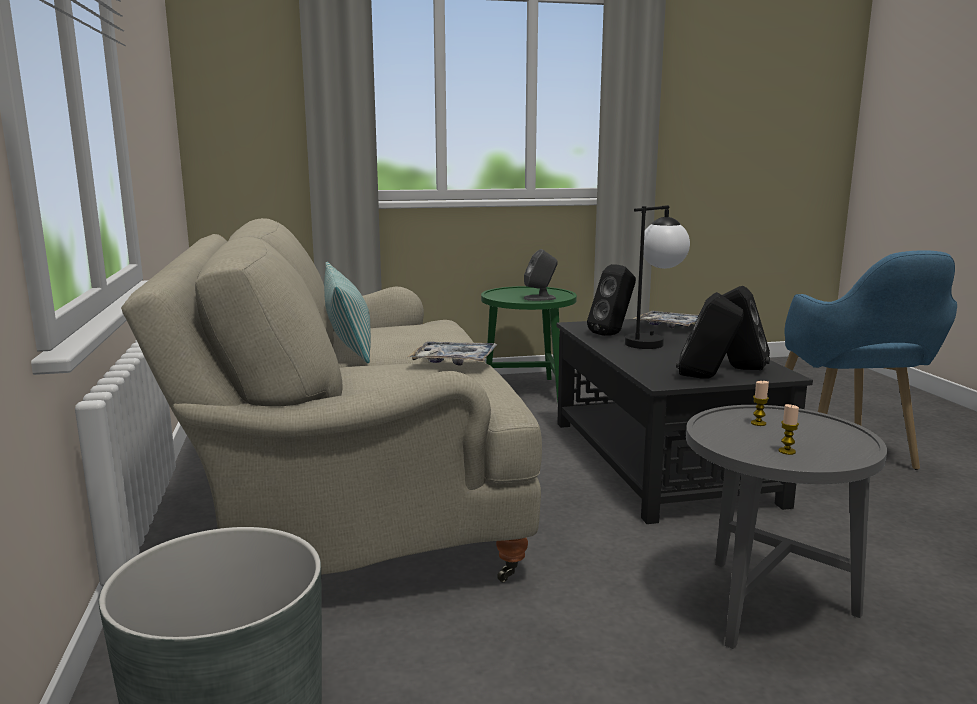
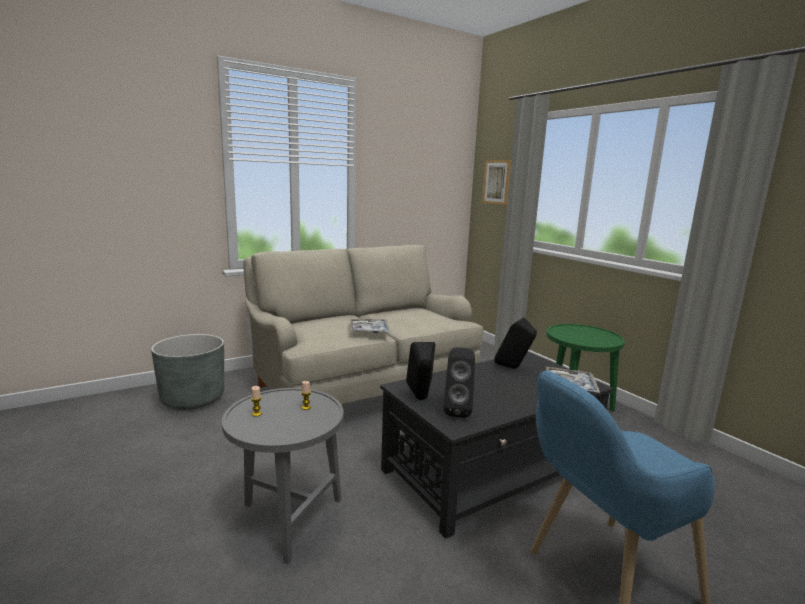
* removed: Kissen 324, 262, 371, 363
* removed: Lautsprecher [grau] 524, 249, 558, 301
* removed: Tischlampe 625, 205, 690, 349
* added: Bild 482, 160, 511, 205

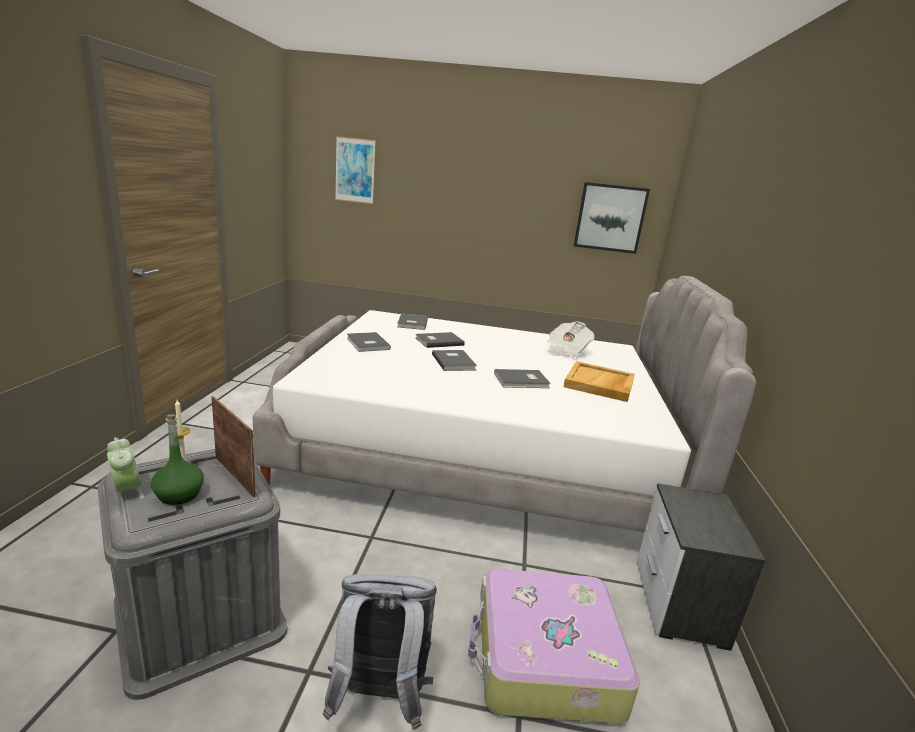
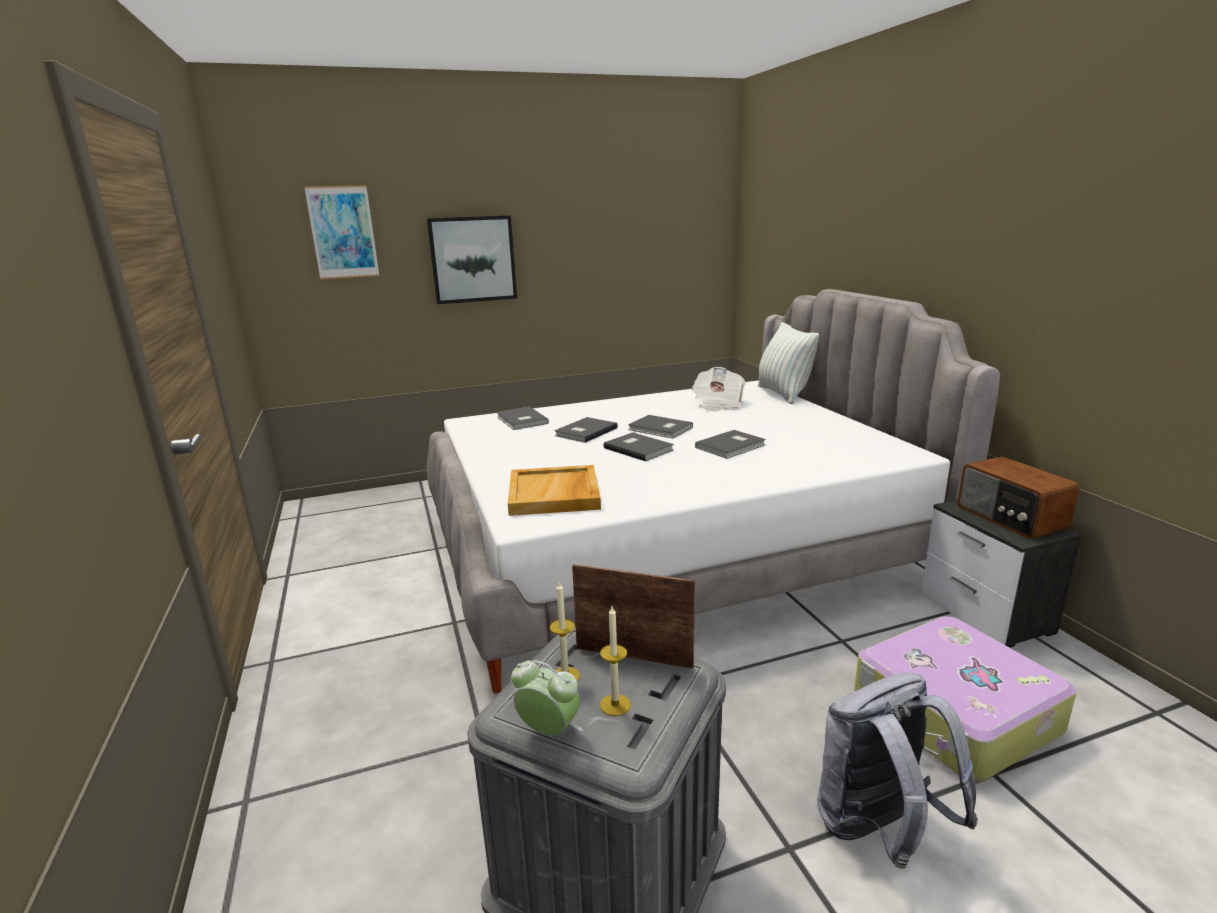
* replaced: Flasche [grün] 151, 414, 204, 505 to Kerze 600, 606, 631, 716
* moved: Buch [grau] 347, 332, 391, 352 to 628, 415, 693, 438
* moved: Tablett [beige] 564, 361, 635, 402 to 508, 465, 601, 516
* moved: Bild 574, 182, 650, 254 to 427, 215, 517, 304
* added: Kissen 758, 322, 819, 404
* added: Radio 958, 456, 1080, 539

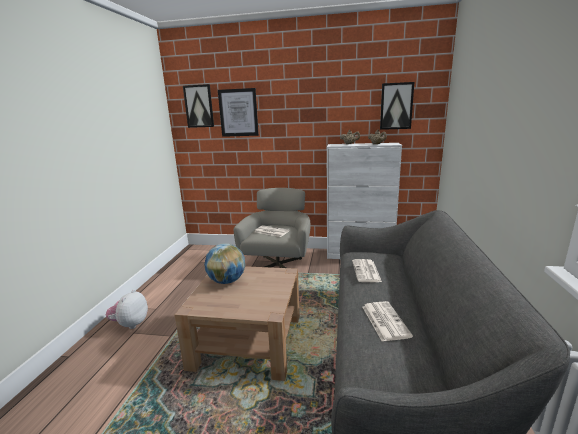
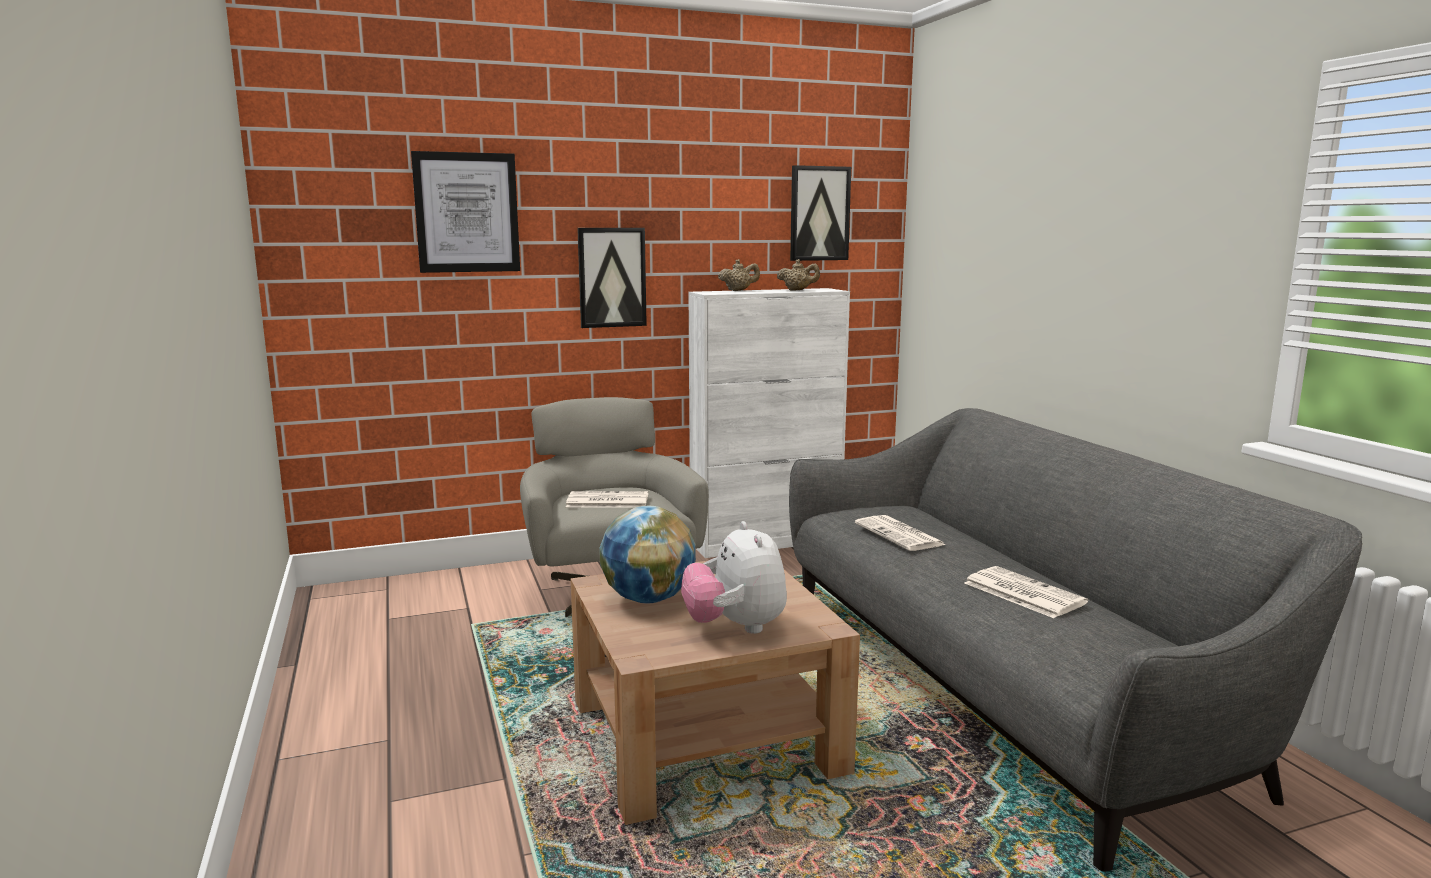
* moved: Plüschtier 106, 289, 148, 329 to 681, 521, 787, 634
* moved: Bild 183, 84, 214, 128 to 577, 228, 647, 328

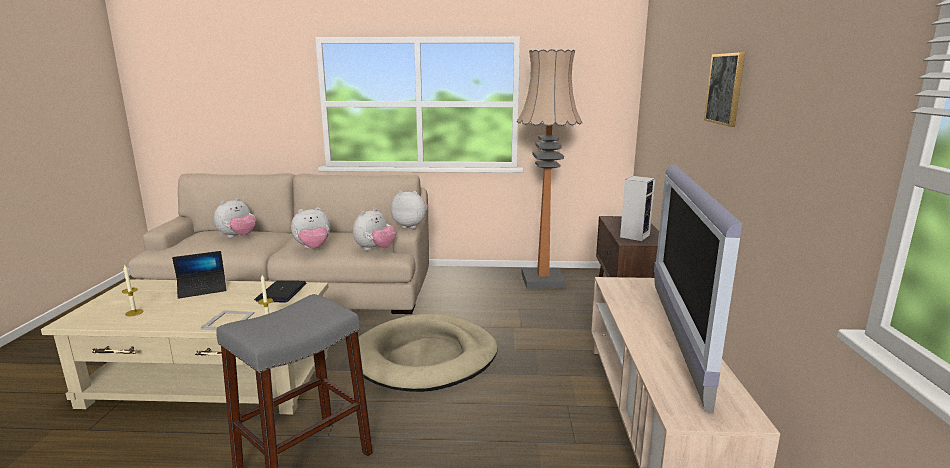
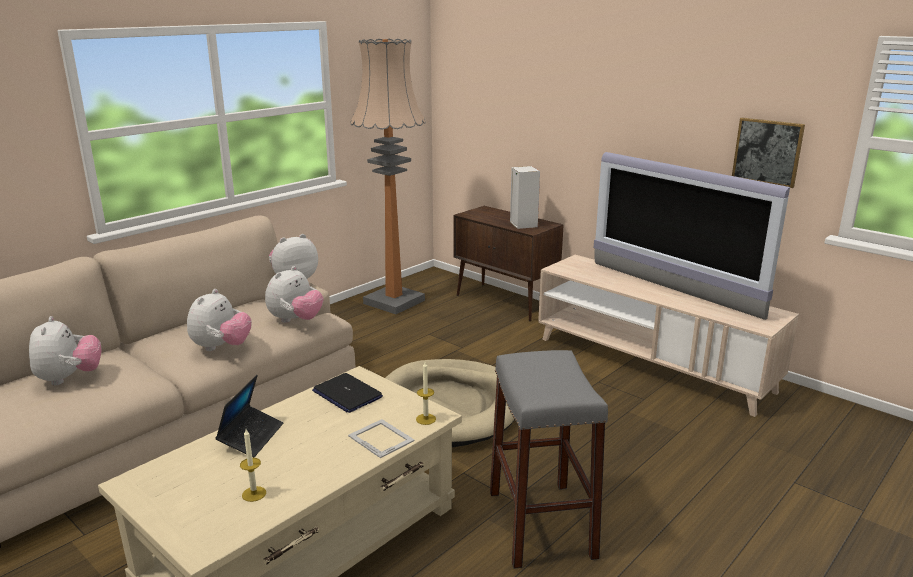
* turned: Plüschtier 353, 208, 396, 251 = 265, 266, 323, 323 45 degrees clockwise
* moved: Bild 704, 52, 745, 127 to 732, 117, 805, 188

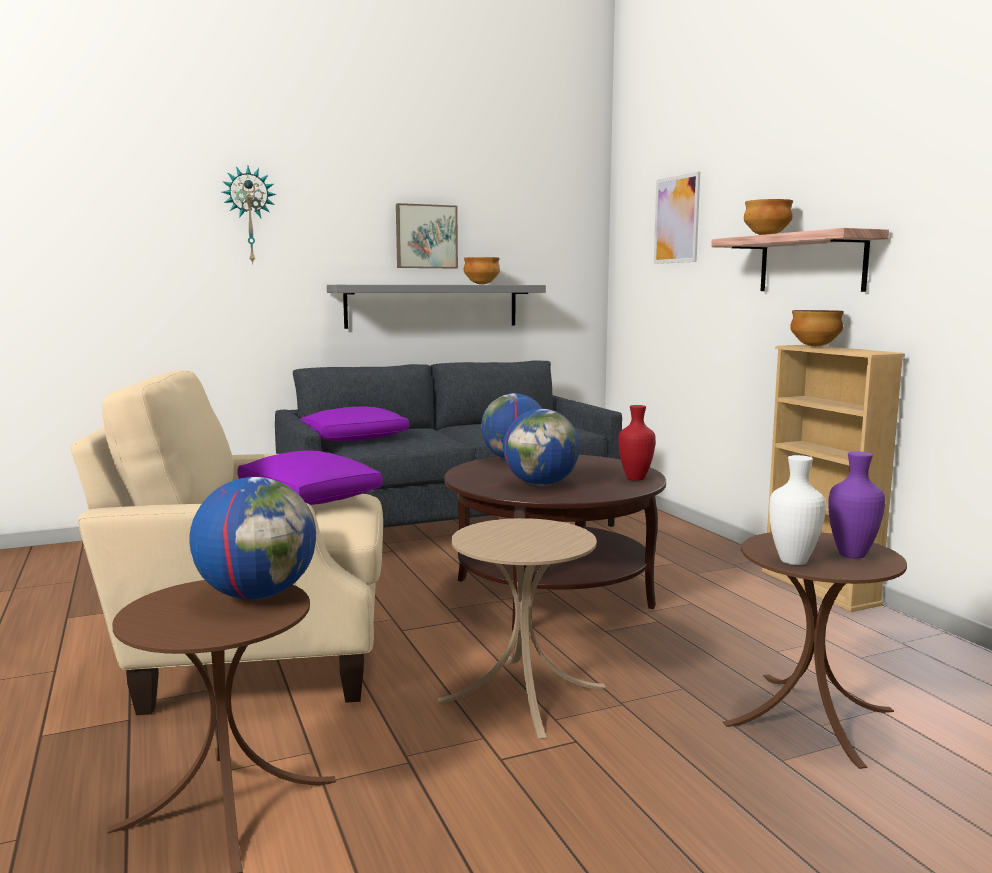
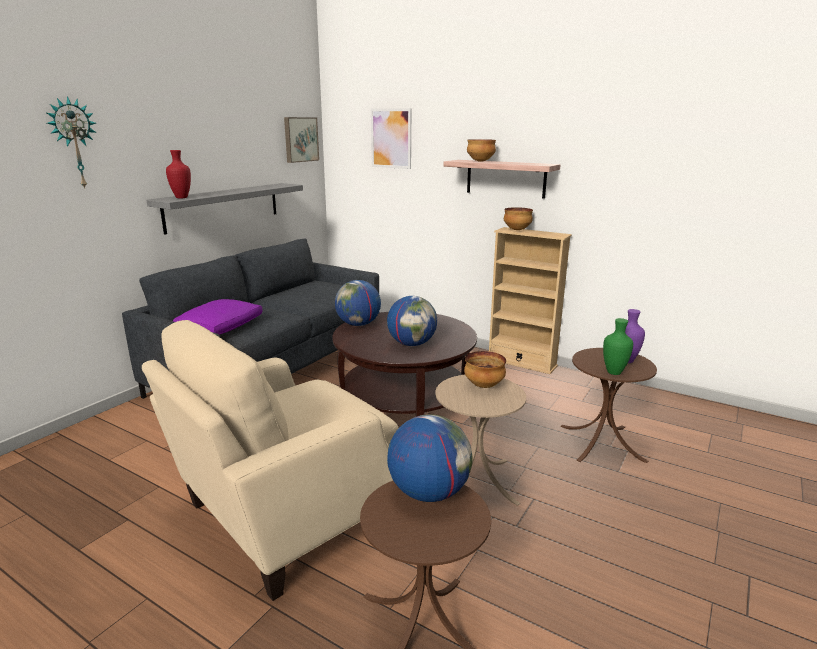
* removed: Kissen [lila] 237, 450, 382, 505
* moved: Bild 396, 203, 458, 269 to 284, 117, 319, 163
* moved: Schüssel 464, 257, 500, 285 to 464, 351, 506, 388
* moved: Vase [rot] 618, 405, 656, 481 to 166, 150, 191, 198
* recoloured: Vase [weiß] 769, 455, 826, 565 to Vase [grün] 603, 318, 633, 375

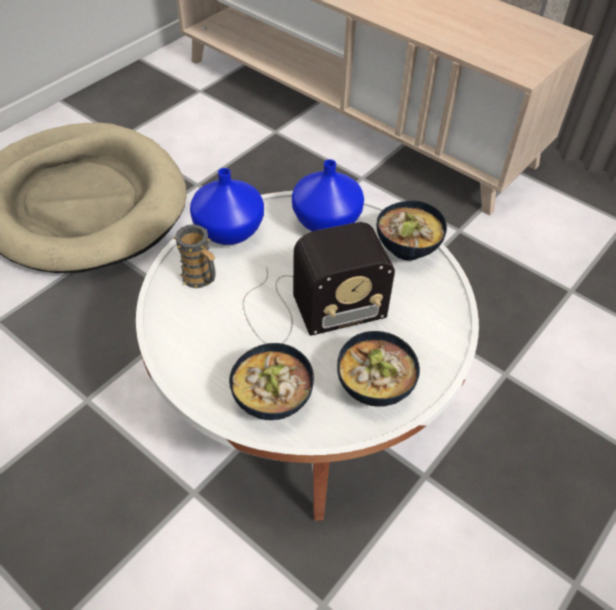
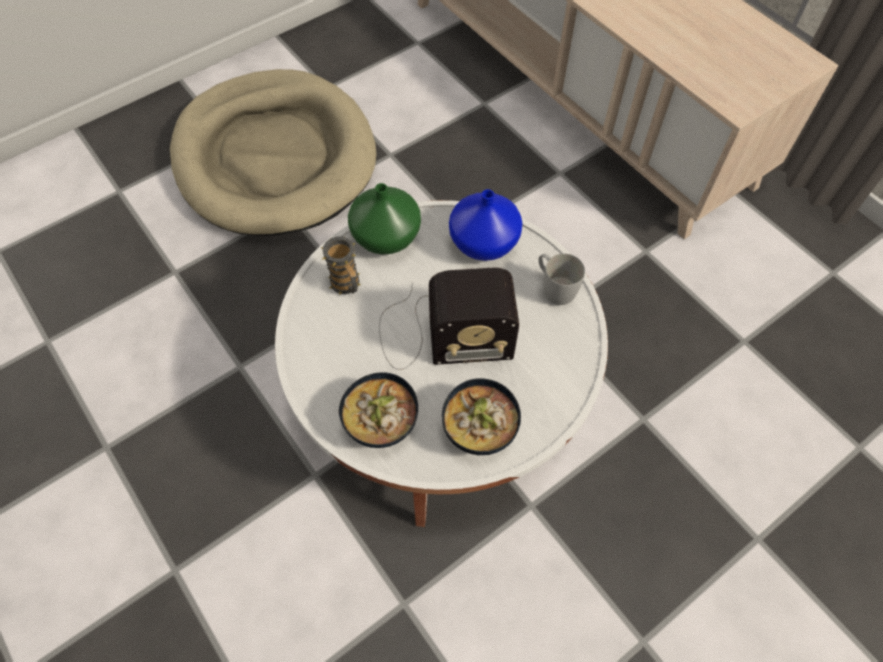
* recoloured: Vase [blau] 190, 168, 264, 245 to Vase [grün] 348, 183, 421, 254
* replaced: Schüssel 376, 201, 447, 260 to Henkelbecher [weiß] 538, 253, 585, 305

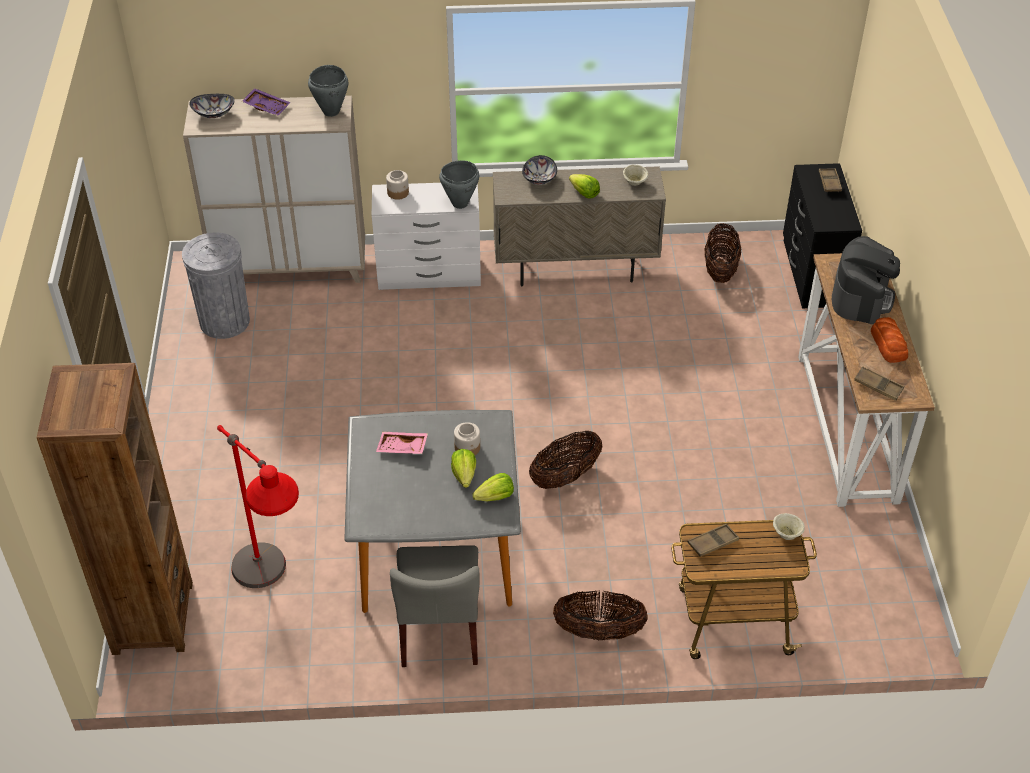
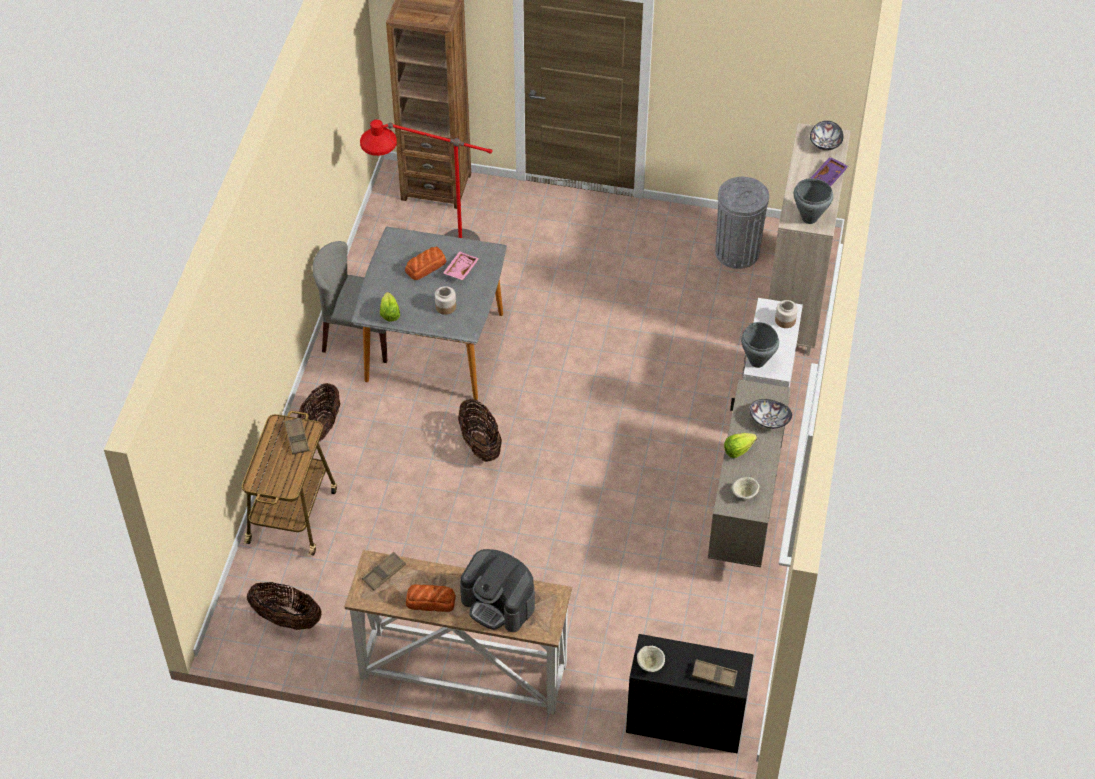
* removed: Salatkopf 451, 449, 476, 488
* moved: Korb 704, 223, 741, 283 to 247, 582, 322, 630
* moved: Schüssel [beige] 773, 513, 805, 540 to 637, 646, 665, 672
* added: Brot 405, 247, 446, 280

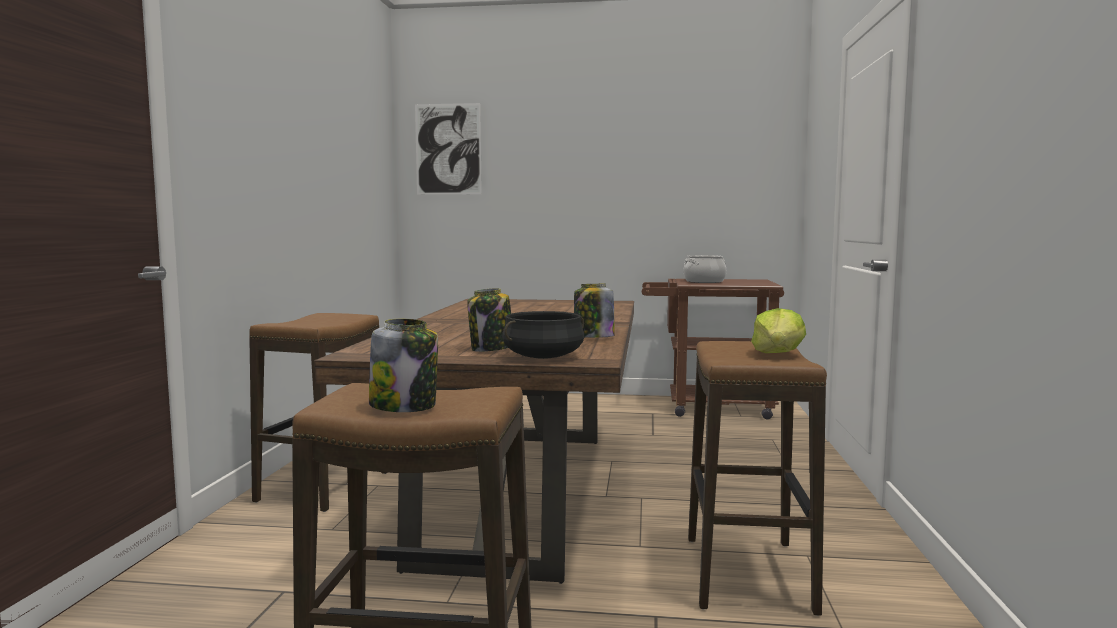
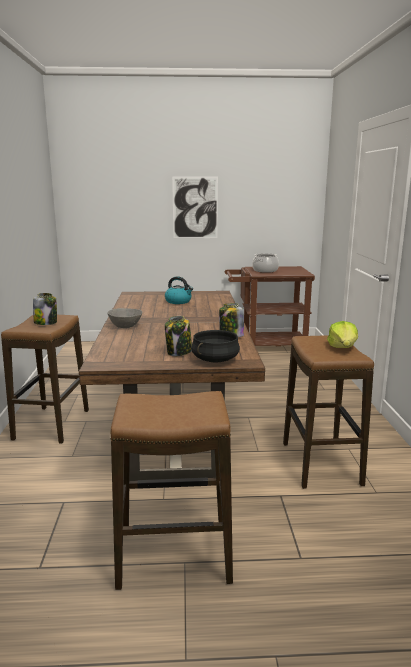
* moved: Vorratsglas 369, 319, 438, 412 to 33, 293, 57, 325
* moved: Bild 415, 103, 482, 195 to 172, 177, 218, 238
* added: Schüssel [grau] 107, 308, 142, 328
* added: Wasserkessel 165, 276, 193, 304

